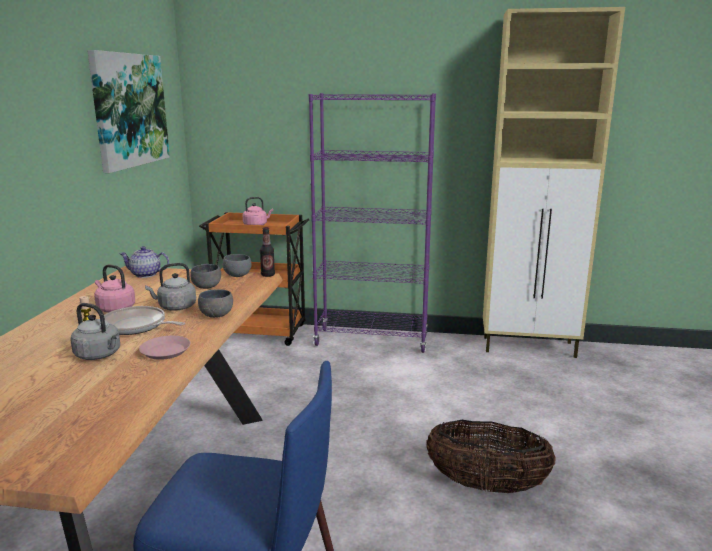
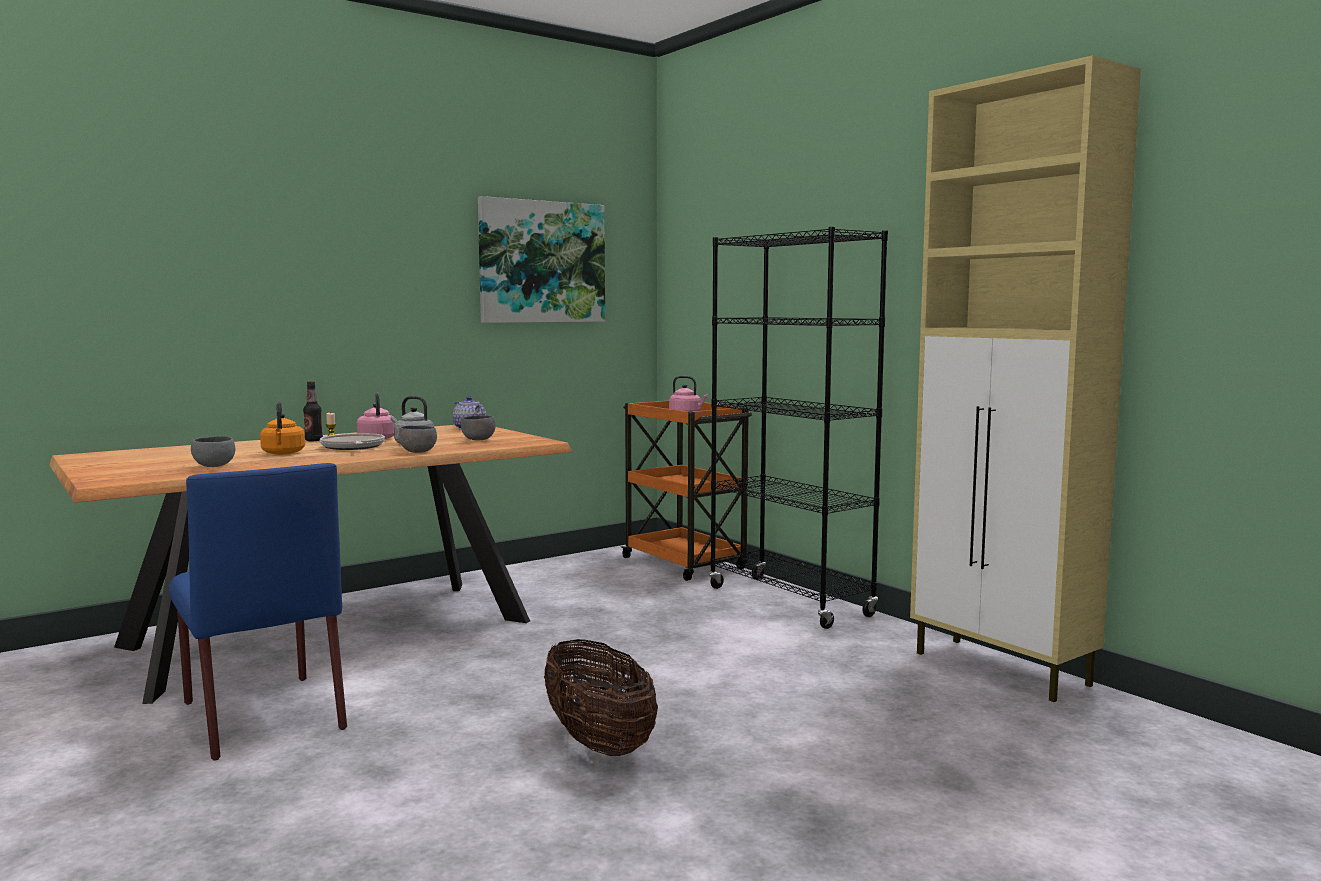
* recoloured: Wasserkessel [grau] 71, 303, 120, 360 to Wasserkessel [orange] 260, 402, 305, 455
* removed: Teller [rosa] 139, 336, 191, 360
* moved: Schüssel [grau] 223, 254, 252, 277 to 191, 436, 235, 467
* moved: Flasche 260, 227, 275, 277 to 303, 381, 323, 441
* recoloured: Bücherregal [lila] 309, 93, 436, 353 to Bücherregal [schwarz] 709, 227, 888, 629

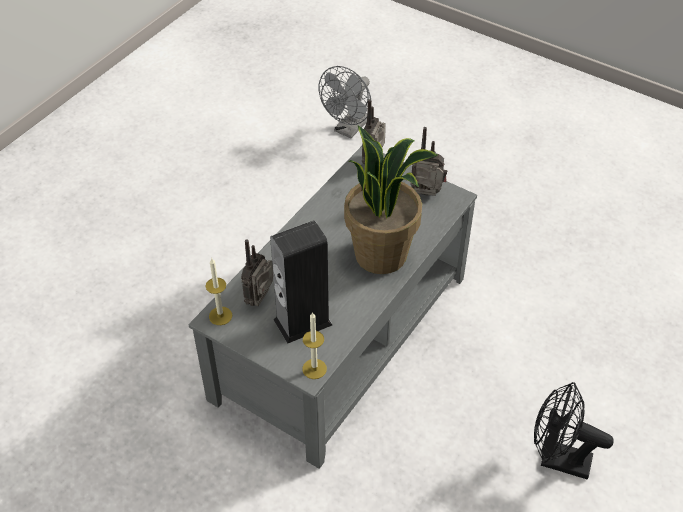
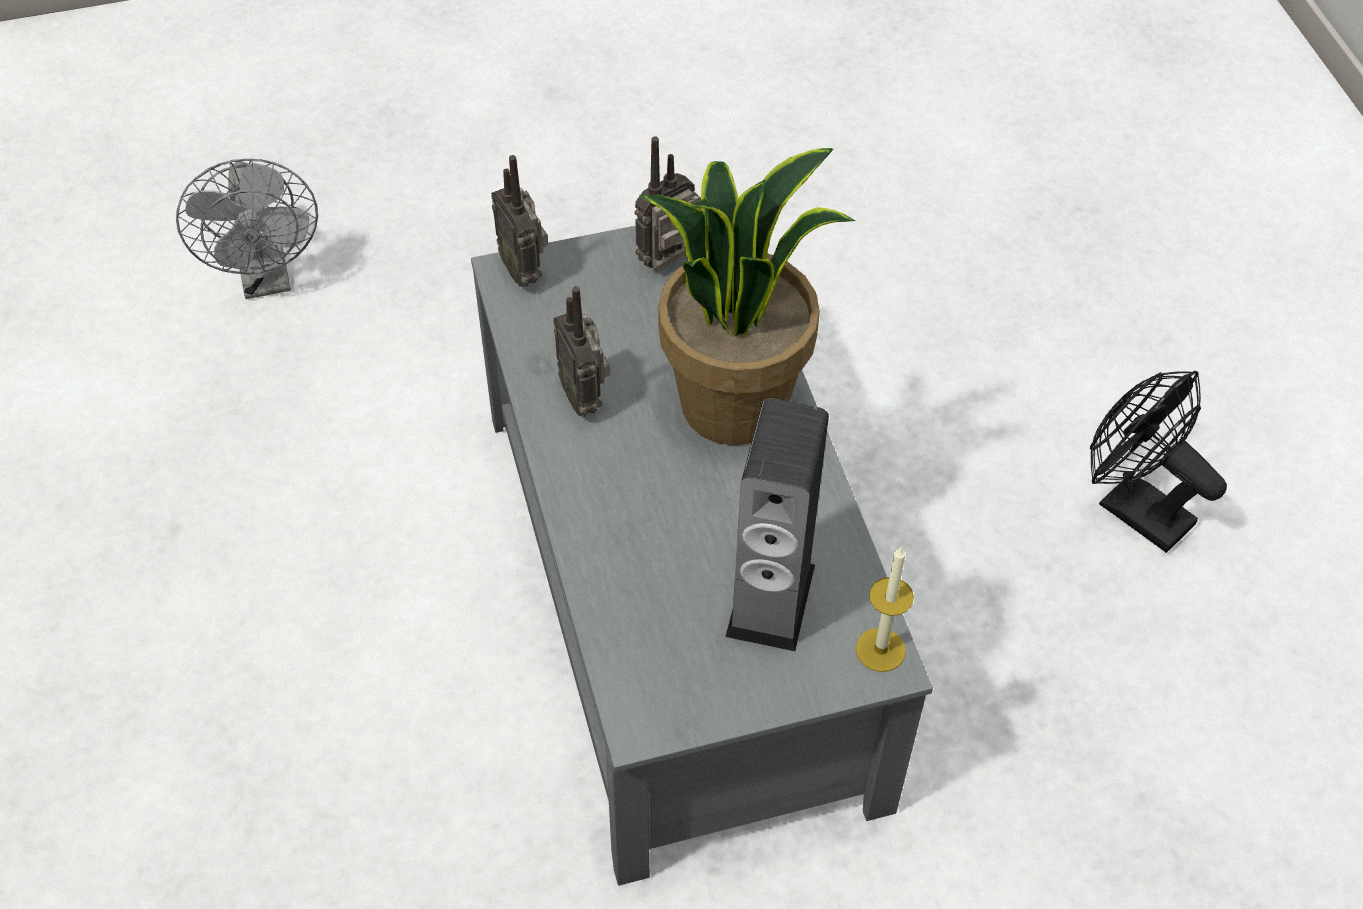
* removed: Kerze 206, 258, 232, 325
* moved: Radio 241, 240, 273, 306 to 553, 286, 610, 417
* turned: Ventilator [schwarz] 534, 382, 614, 479 = 1090, 371, 1227, 553 75 degrees clockwise

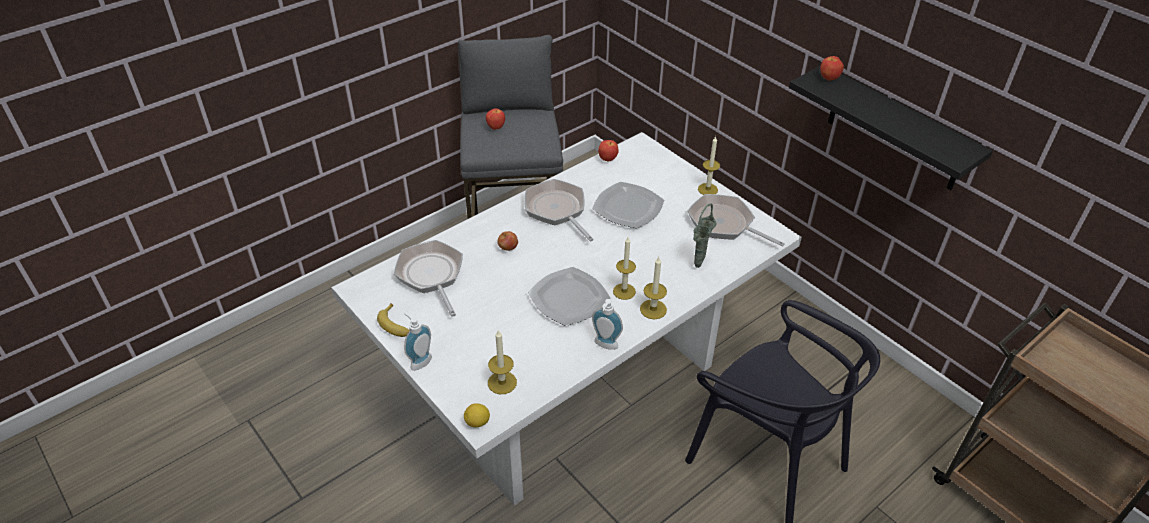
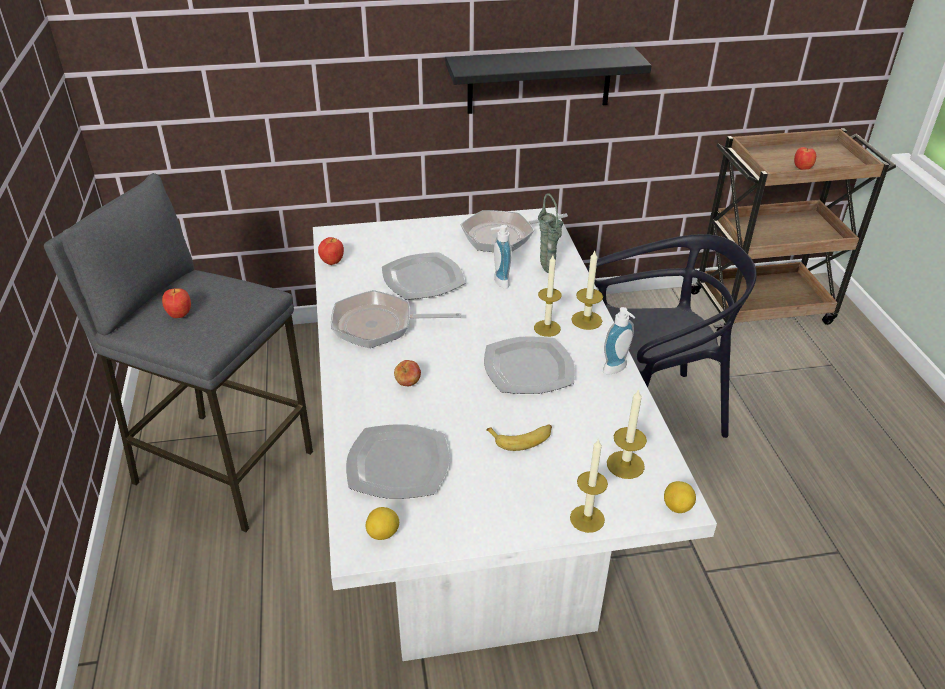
* moved: Banane 377, 303, 410, 337 to 486, 424, 552, 451
* replaced: Pfanne 394, 240, 463, 317 to Teller 346, 424, 449, 499
* moved: Seifenspender 404, 313, 432, 371 to 490, 225, 512, 289
* moved: Kerze 698, 136, 720, 195 to 570, 438, 608, 533
* moved: Apfel 820, 56, 844, 81 to 794, 147, 816, 170
* added: Zitrone 366, 507, 399, 540

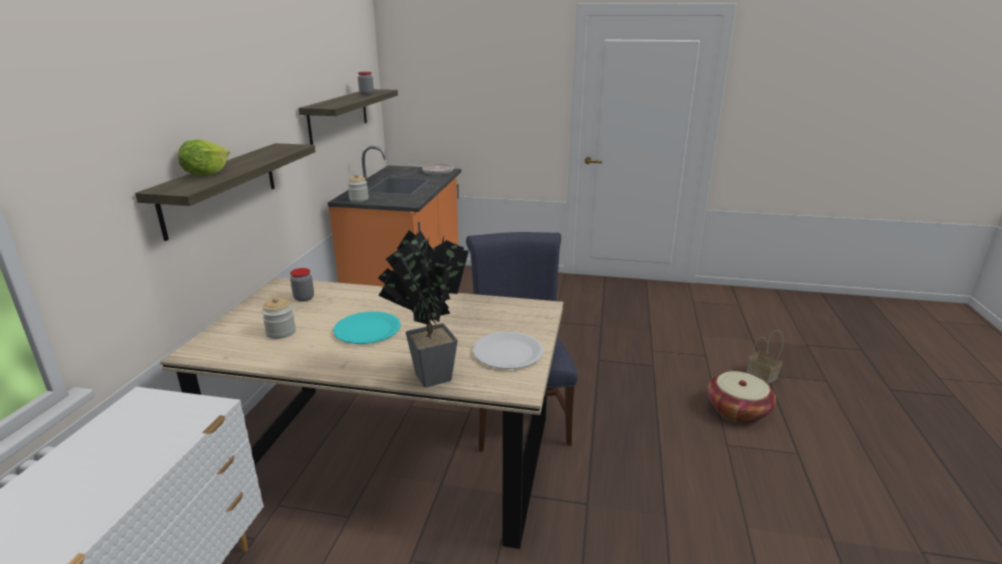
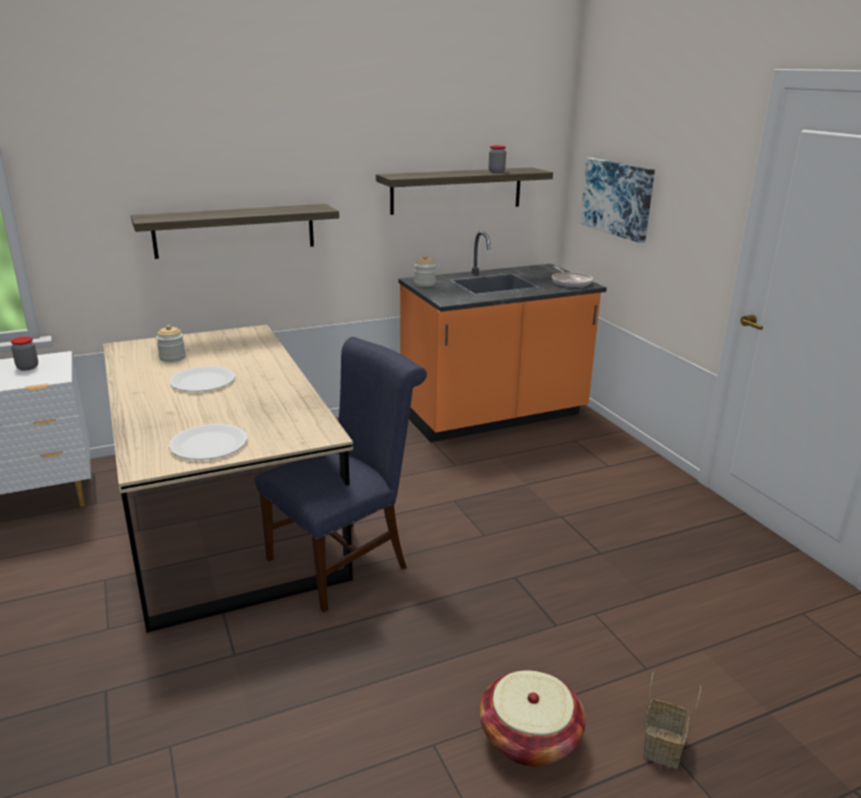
* removed: Salatkopf 178, 140, 230, 175
* moved: Vorratsglas 290, 268, 314, 302 to 11, 336, 38, 370
* recoloured: Teller [türkis] 333, 312, 401, 344 to Teller [weiß] 170, 366, 235, 392
* removed: Topfpflanze 378, 230, 469, 387
* added: Bild 580, 158, 655, 243

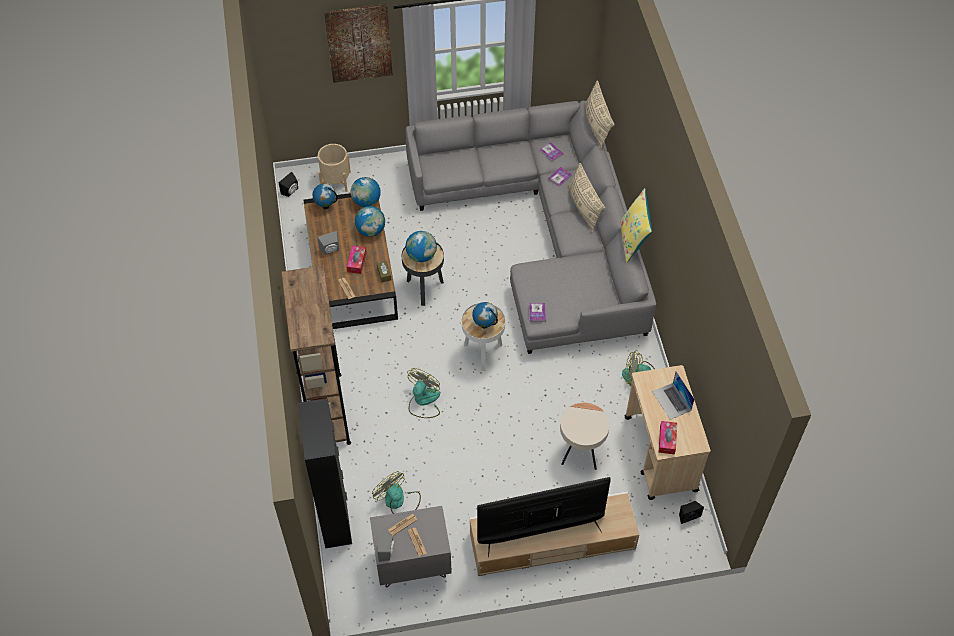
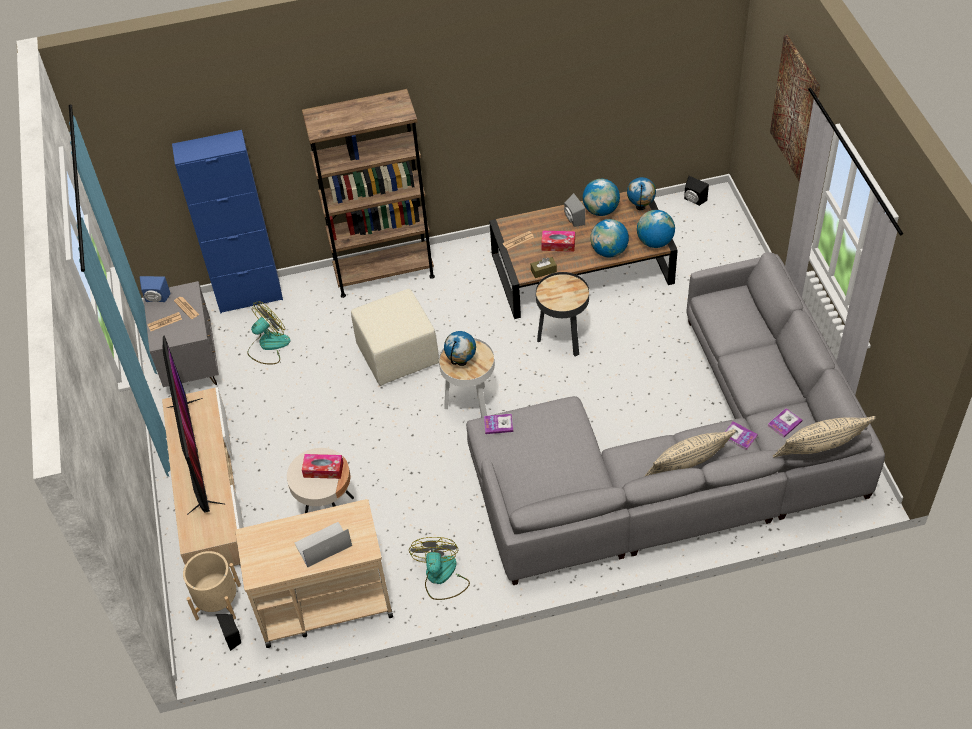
* recoloured: Schrank [schwarz] 298, 398, 352, 548 to Schrank [blau] 172, 130, 283, 313
* moved: Pflanzkübel [beige] 318, 144, 351, 192 to 183, 551, 241, 620
* recoloured: Lautsprecher [grau] 377, 530, 394, 562 to Lautsprecher [blau] 139, 276, 171, 302
* moved: Globus 405, 231, 437, 262 to 583, 179, 620, 216
* replaced: Ventilator 407, 368, 440, 418 to Polsterhocker [beige] 351, 289, 439, 386
* removed: Kissen [gelb] 620, 188, 652, 263
* moved: Taschentuchbox 658, 421, 677, 454 to 302, 454, 344, 479

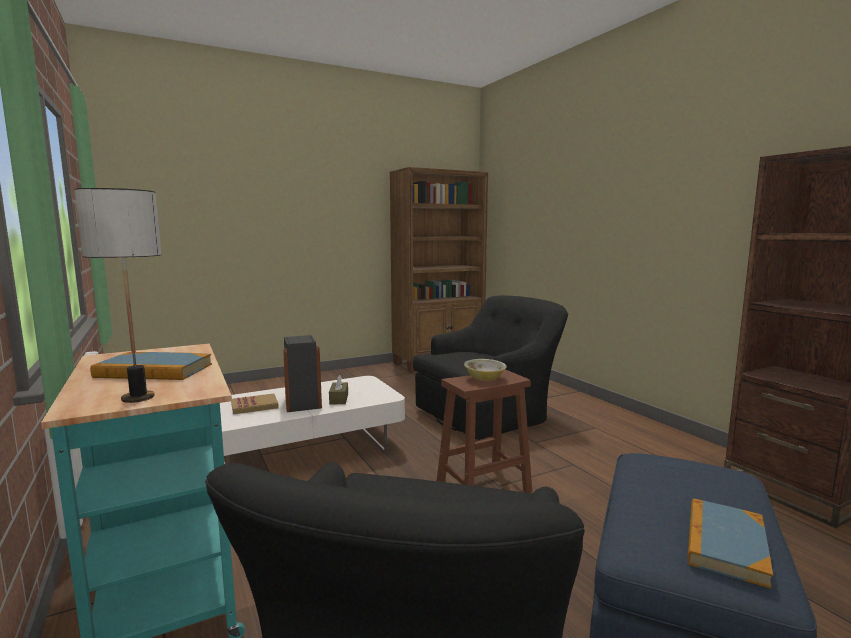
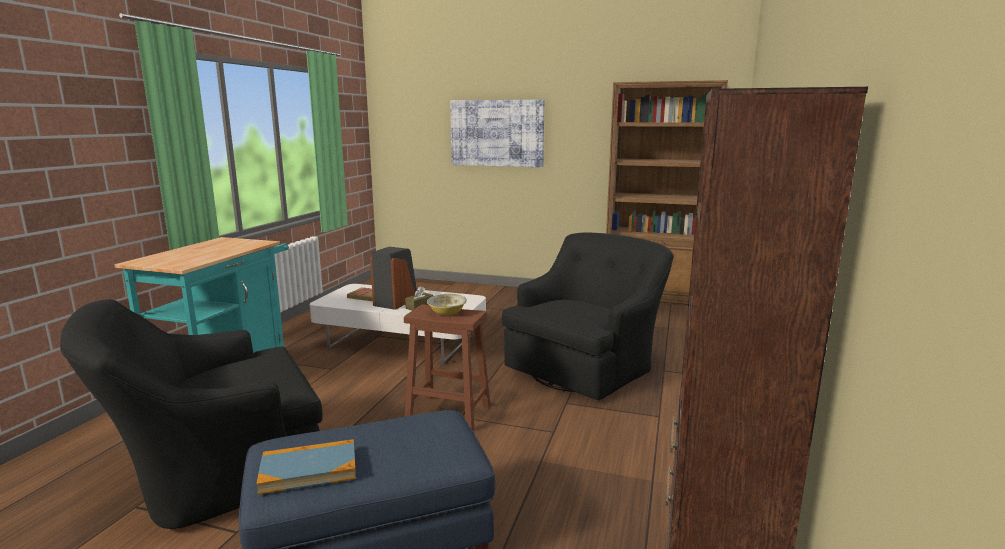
* removed: Tischlampe 74, 188, 161, 403
* removed: Buch 90, 352, 212, 380
* turned: Sessel [schwarz] 413, 295, 568, 440 = 502, 232, 674, 400 60 degrees counterclockwise
* added: Bild 450, 100, 544, 167

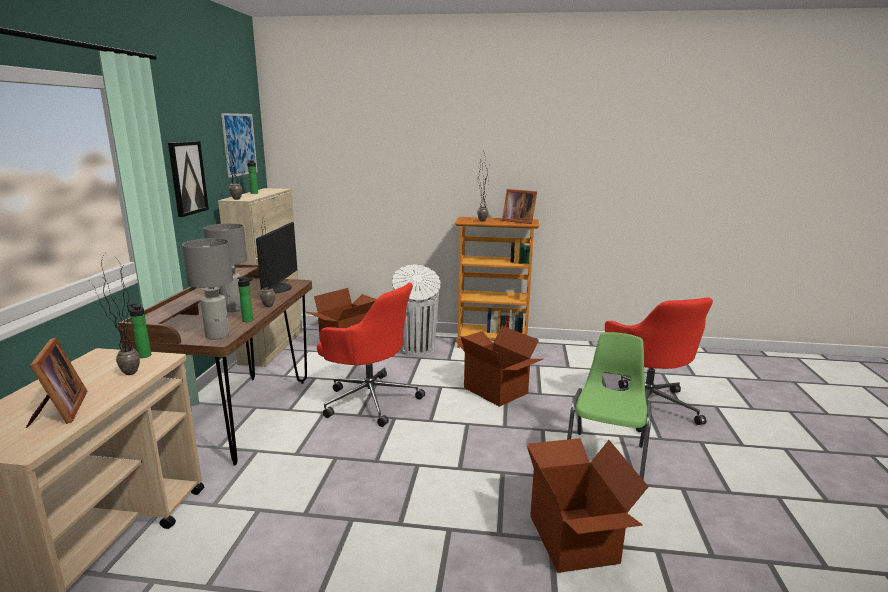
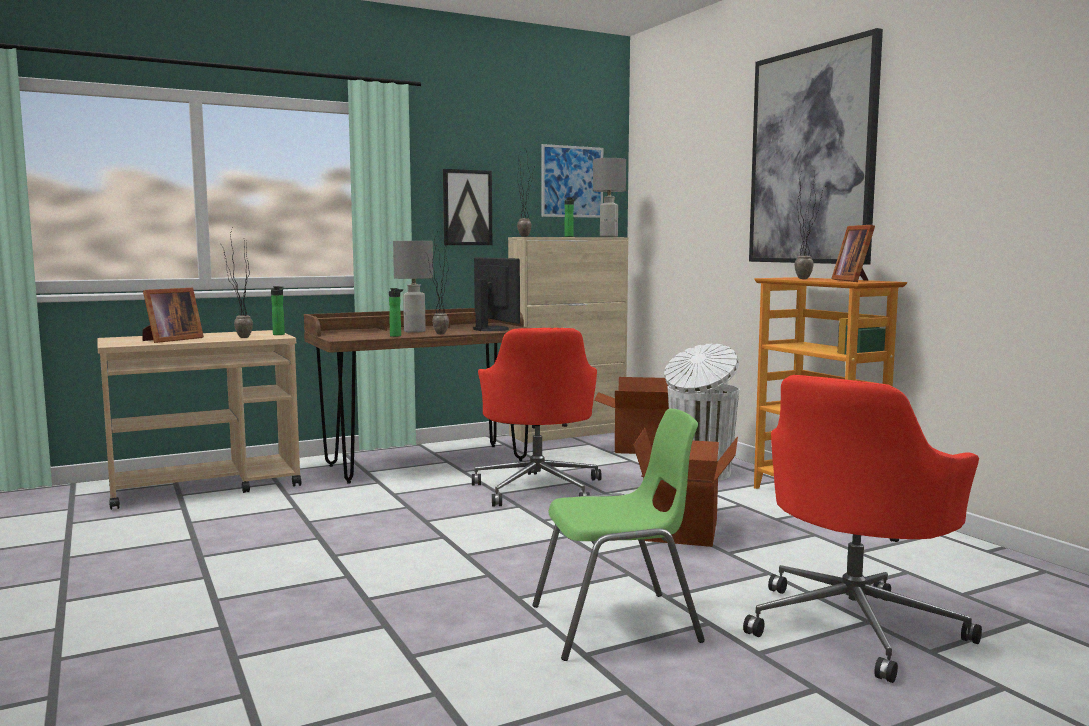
* moved: Tischlampe [grau] 182, 238, 233, 340 to 593, 158, 626, 237
* turned: Monitor 256, 222, 297, 293 = 473, 257, 520, 331 90 degrees counterclockwise
* removed: Karton 527, 438, 649, 573
* added: Bild 749, 28, 883, 264

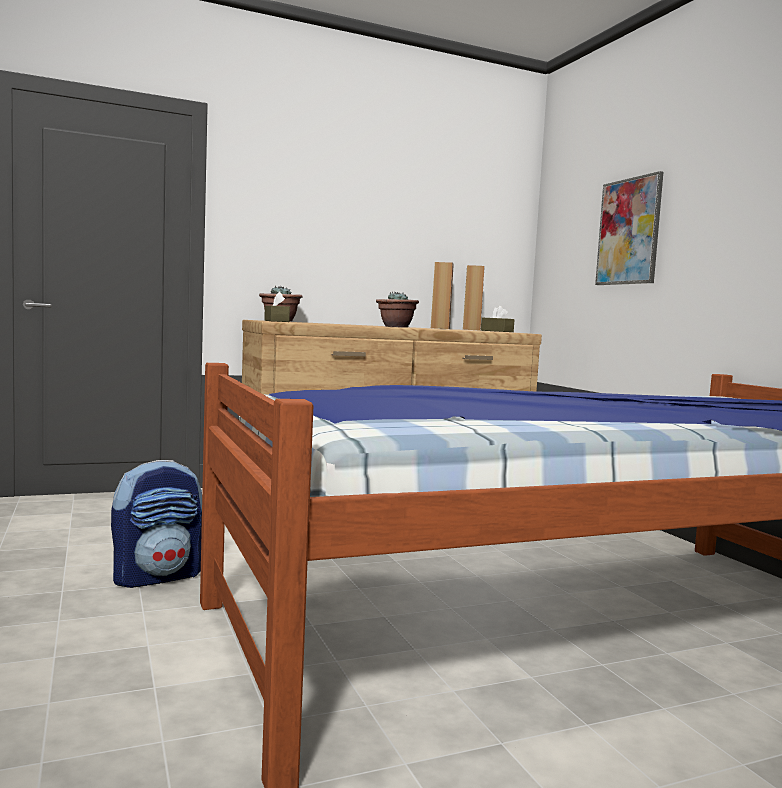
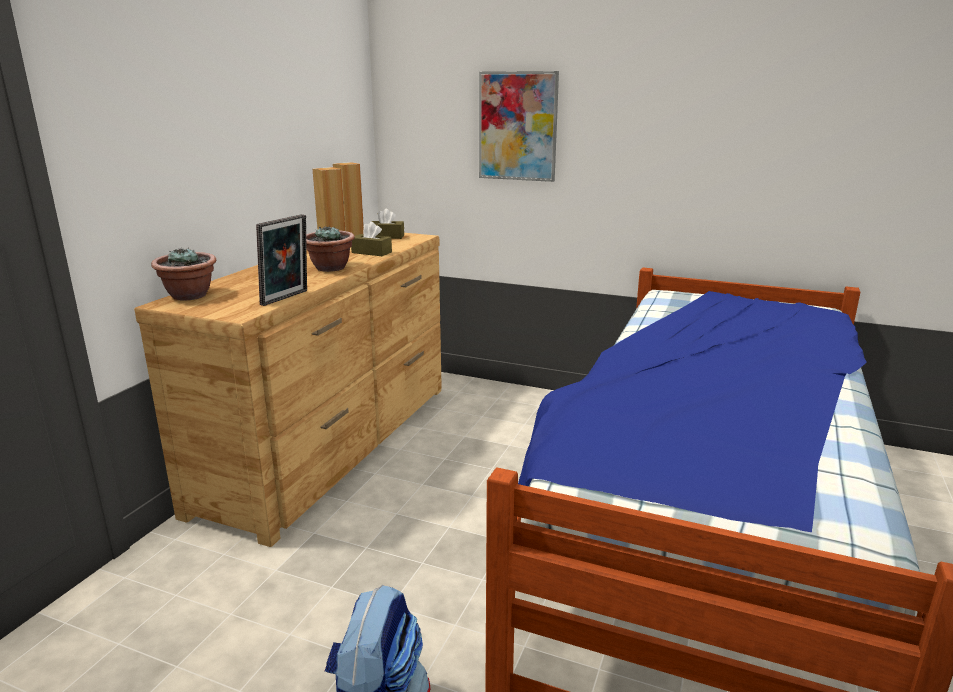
* moved: Taschentuchbox [braun] 264, 292, 290, 322 to 351, 222, 392, 256
* added: Bilderrahmen 256, 214, 307, 306

